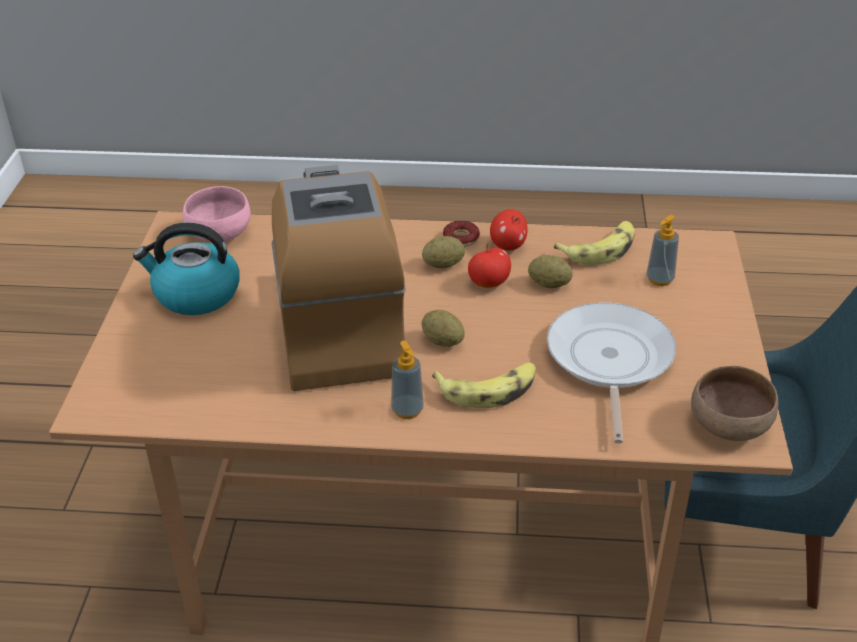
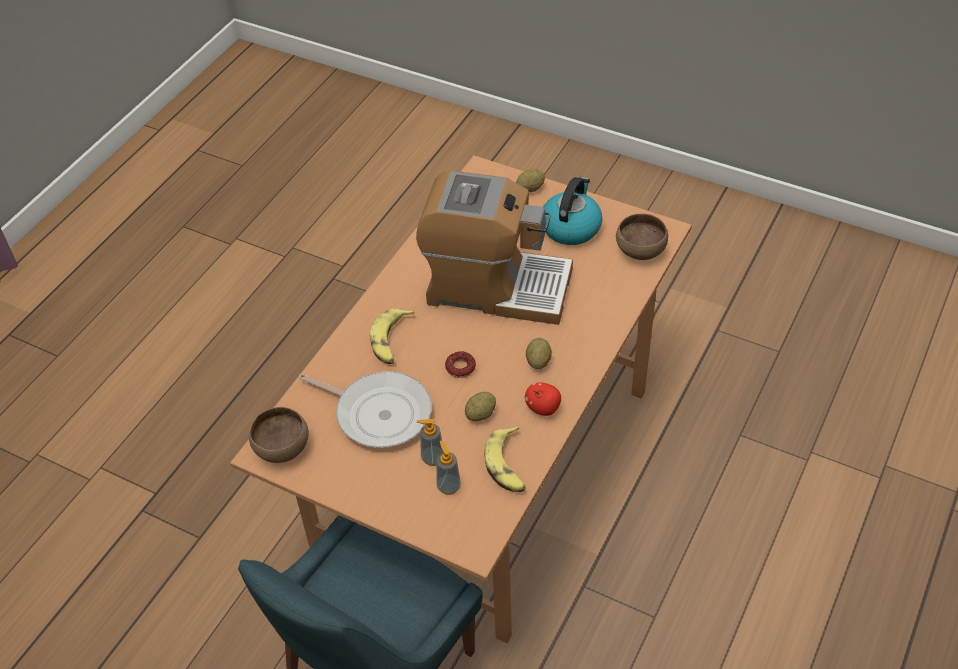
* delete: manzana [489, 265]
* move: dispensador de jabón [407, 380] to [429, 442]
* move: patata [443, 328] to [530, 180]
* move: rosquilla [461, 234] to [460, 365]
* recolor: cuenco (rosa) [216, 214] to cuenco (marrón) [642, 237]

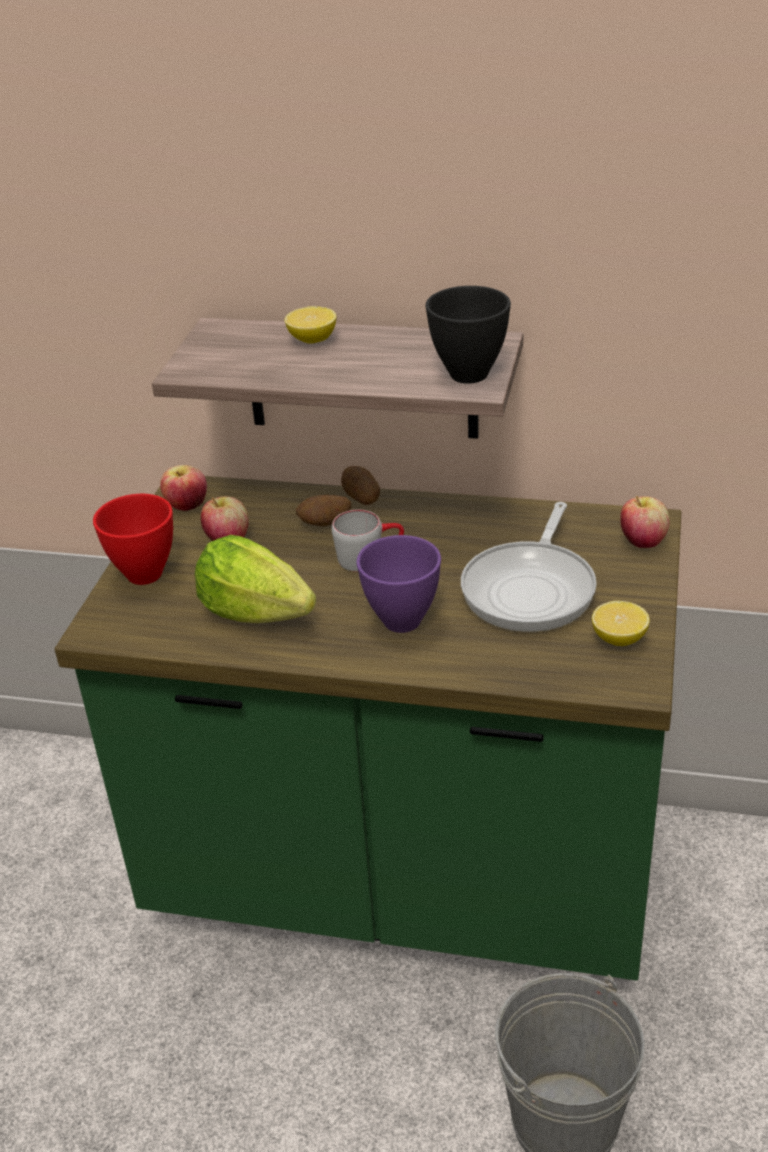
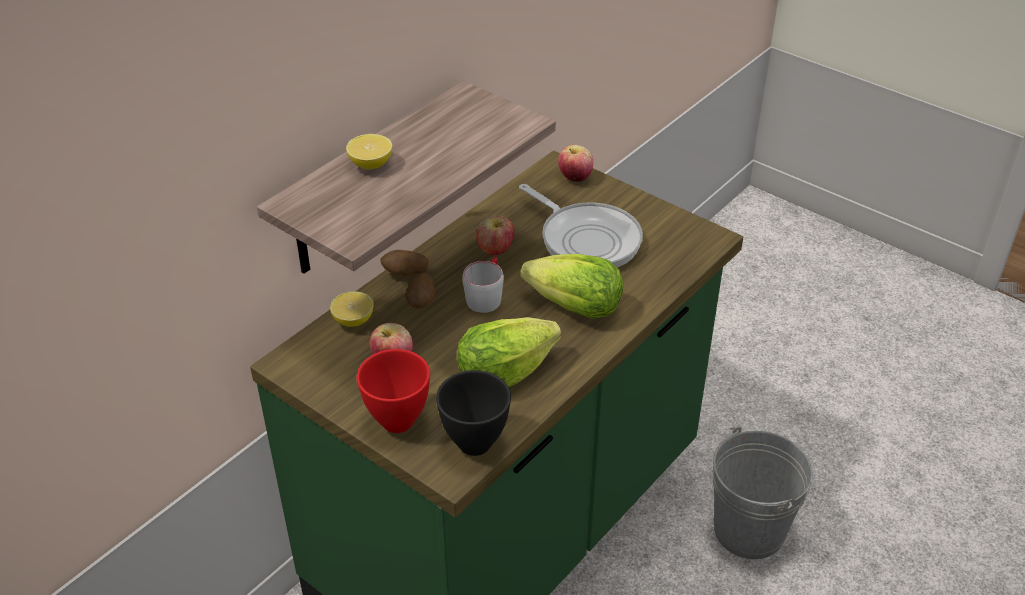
* move: manzana [183, 488] to [495, 235]
* move: cuenco (negro) [468, 335] to [473, 413]
* move: limón [621, 623] to [352, 309]
* replace: cuenco (morado) [399, 584] to lechuga [571, 286]

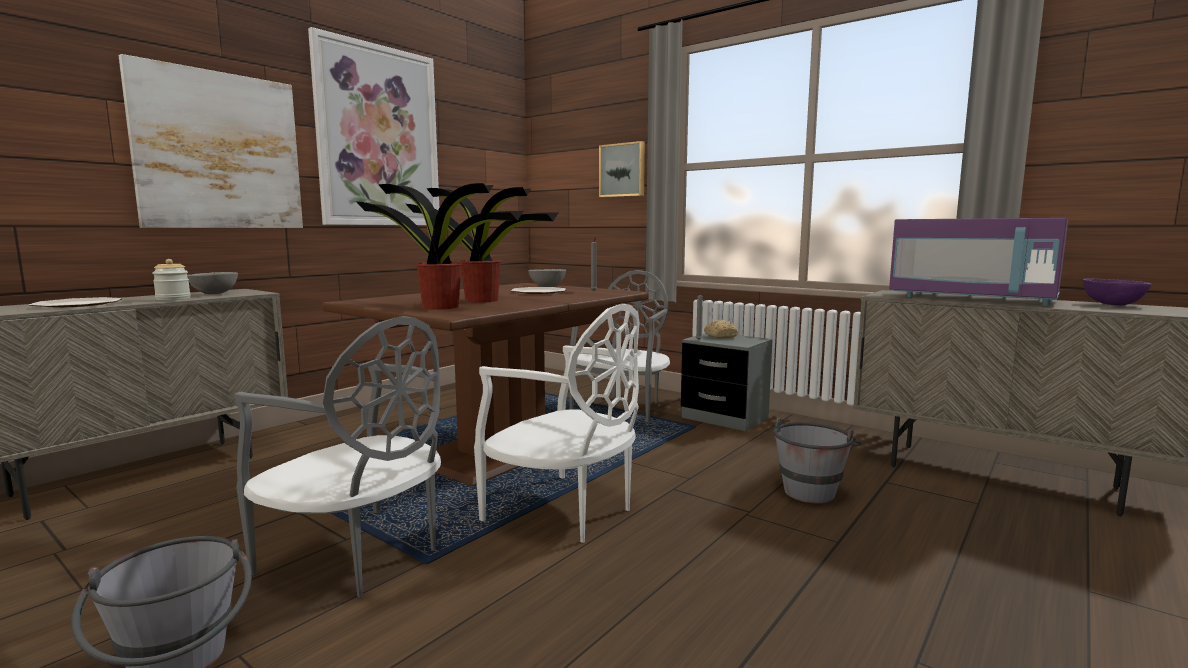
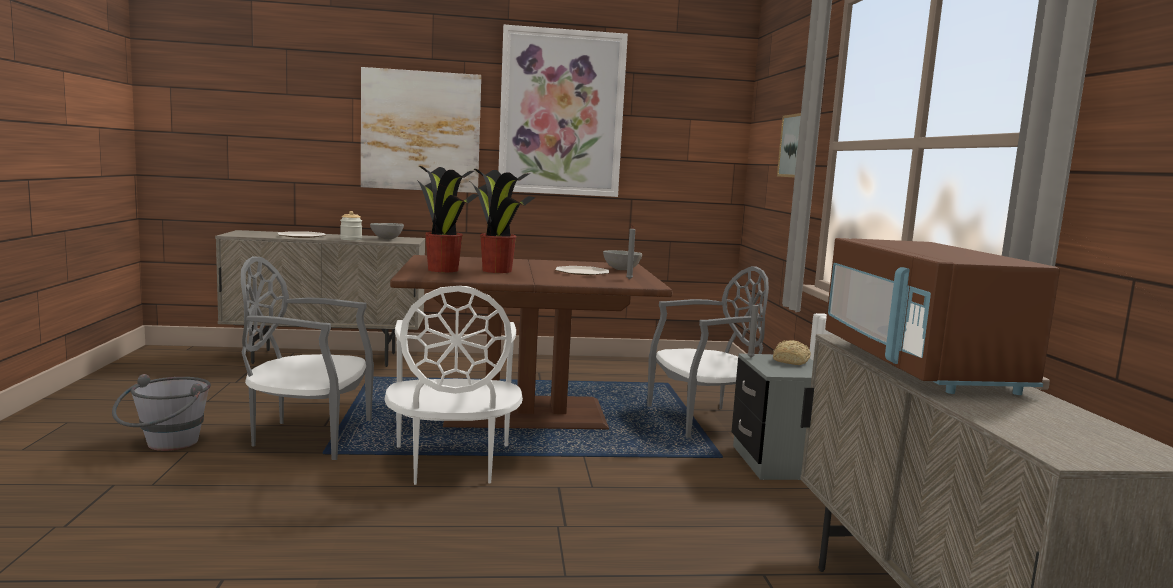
* delete: cubo (gris) [818, 461]
* delete: cuenco (morado) [1117, 292]
* recolor: microondas (morado) [978, 262] to microondas (marrón) [942, 316]
* rotate: silla (gris) [337, 457] = [307, 358] 105 degrees clockwise

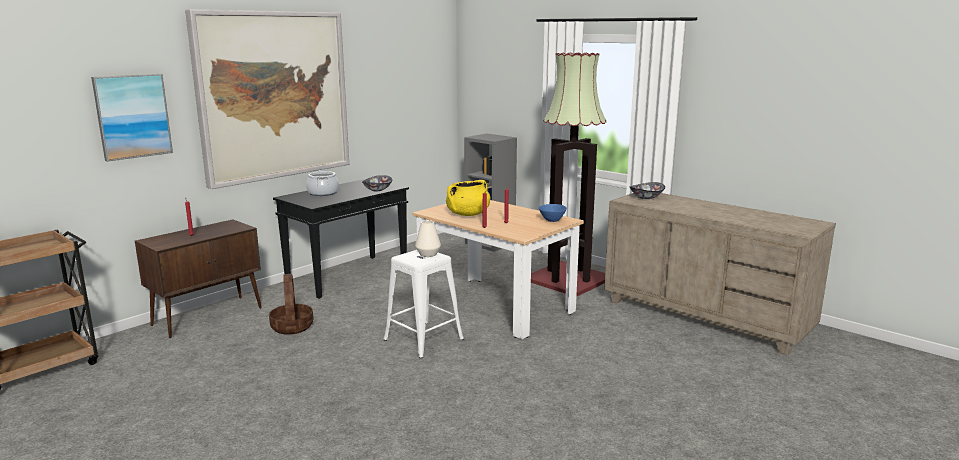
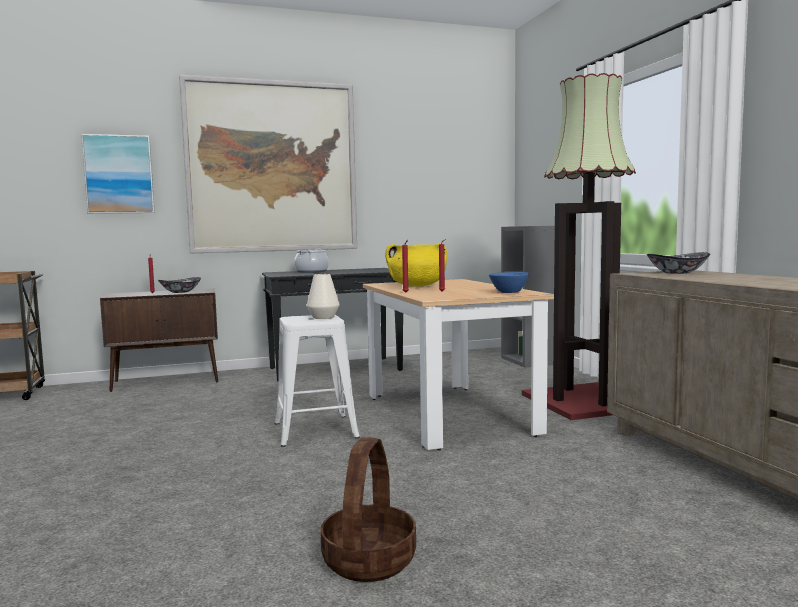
* move: cesta [291, 304] to [368, 509]
* move: cuenco [377, 183] to [179, 285]

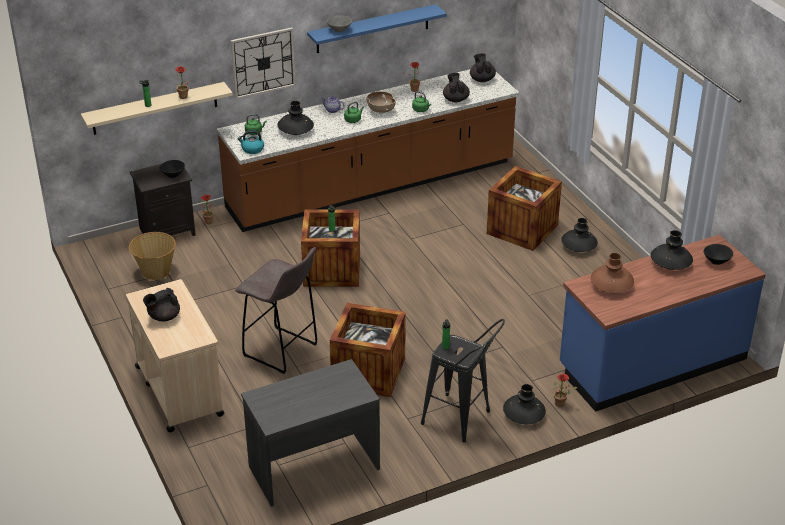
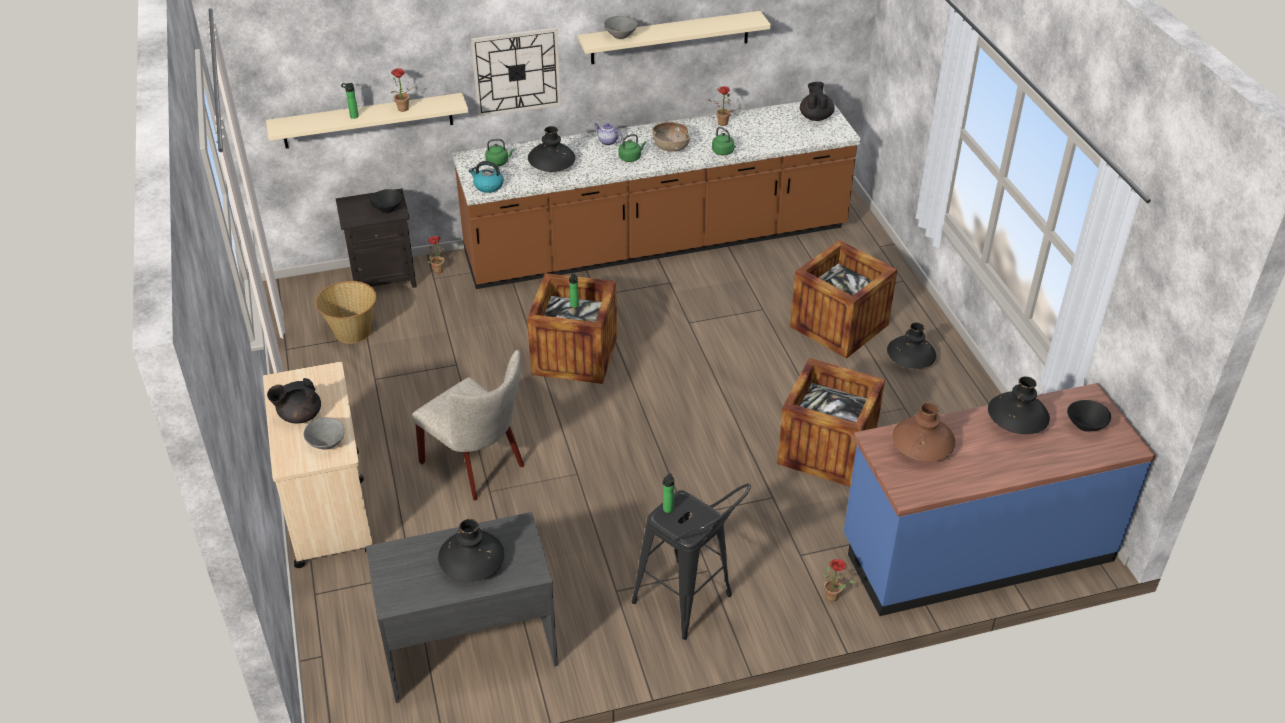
* delete: tetera (negro) [456, 87]
* insert: cuenco (gris) [324, 433]
* move: caja de embalaje [368, 350] to [831, 422]
* move: florero (negro) [524, 404] to [471, 550]
* replace: taburete (gris) [276, 310] to silla (beis) [468, 425]
* recolor: estante (azul) [377, 28] to estante (beis) [674, 37]

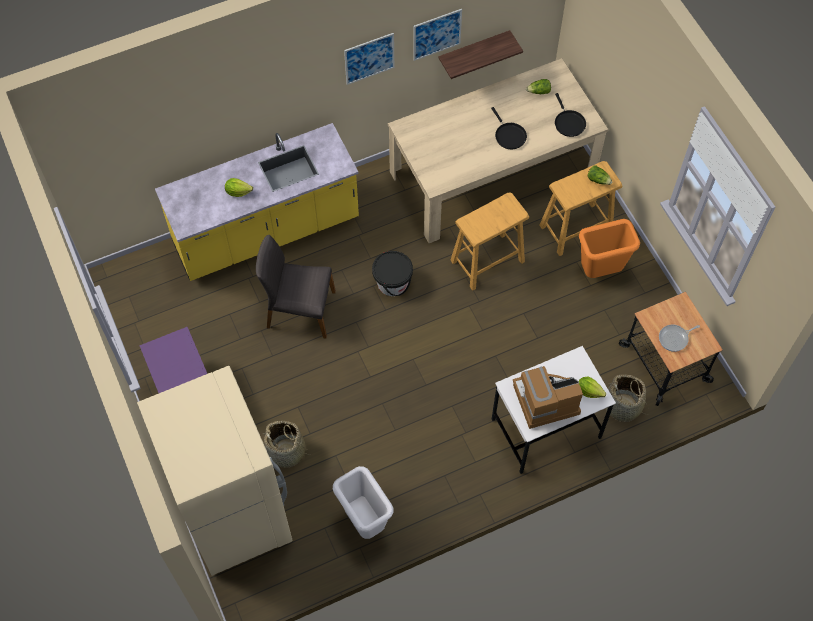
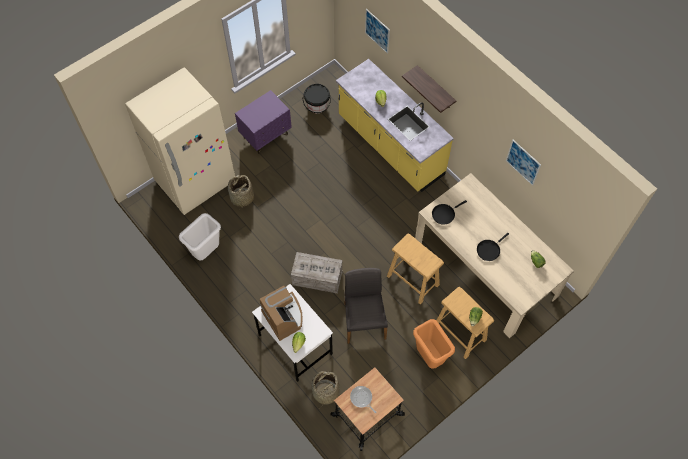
* insert: caja de embalaje [317, 273]
* move: silla (gris) [296, 287] to [366, 306]
* move: cuadro [369, 59] to [377, 31]
* move: cubo (negro) [392, 273] to [317, 98]
* move: estante [480, 54] to [429, 89]
* move: sartén (negro) [570, 115] to [449, 212]

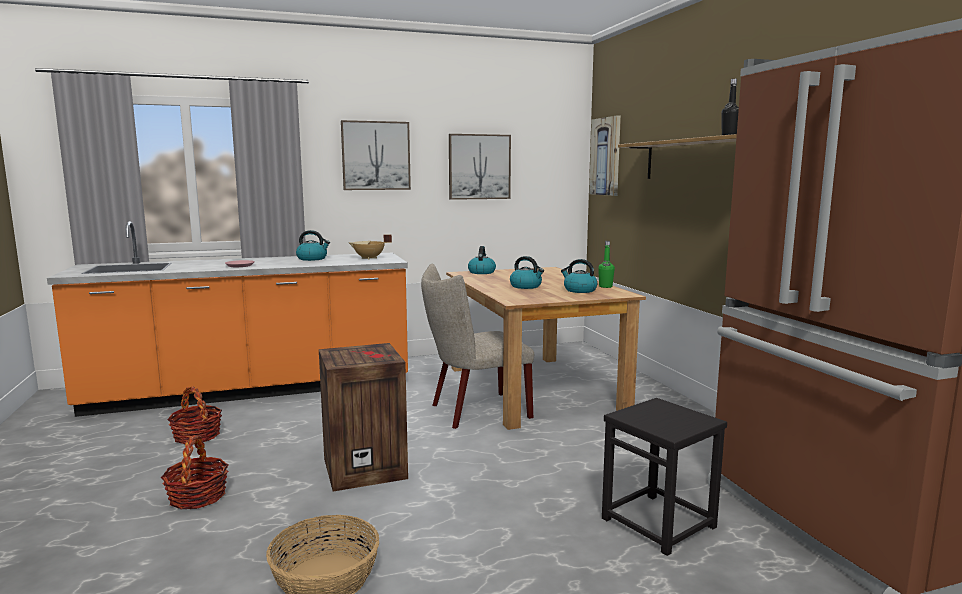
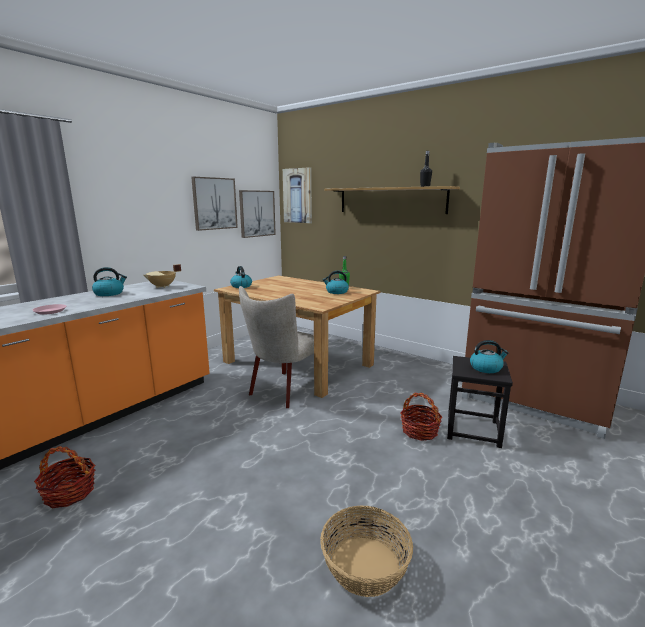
* delete: caja de embalaje [363, 417]
* move: cesta [194, 472] to [421, 417]
* move: cuadro [376, 155] to [257, 214]
* move: hervidor [527, 272] to [489, 356]

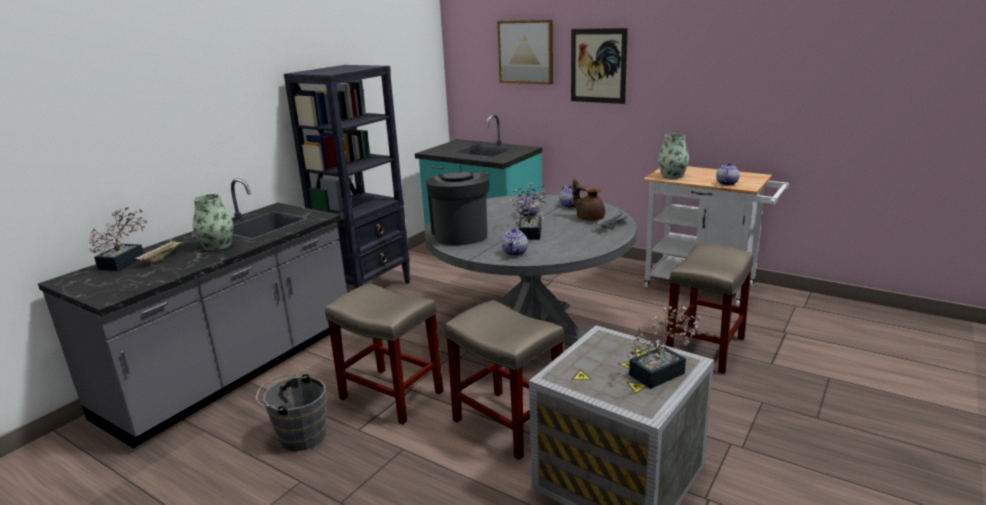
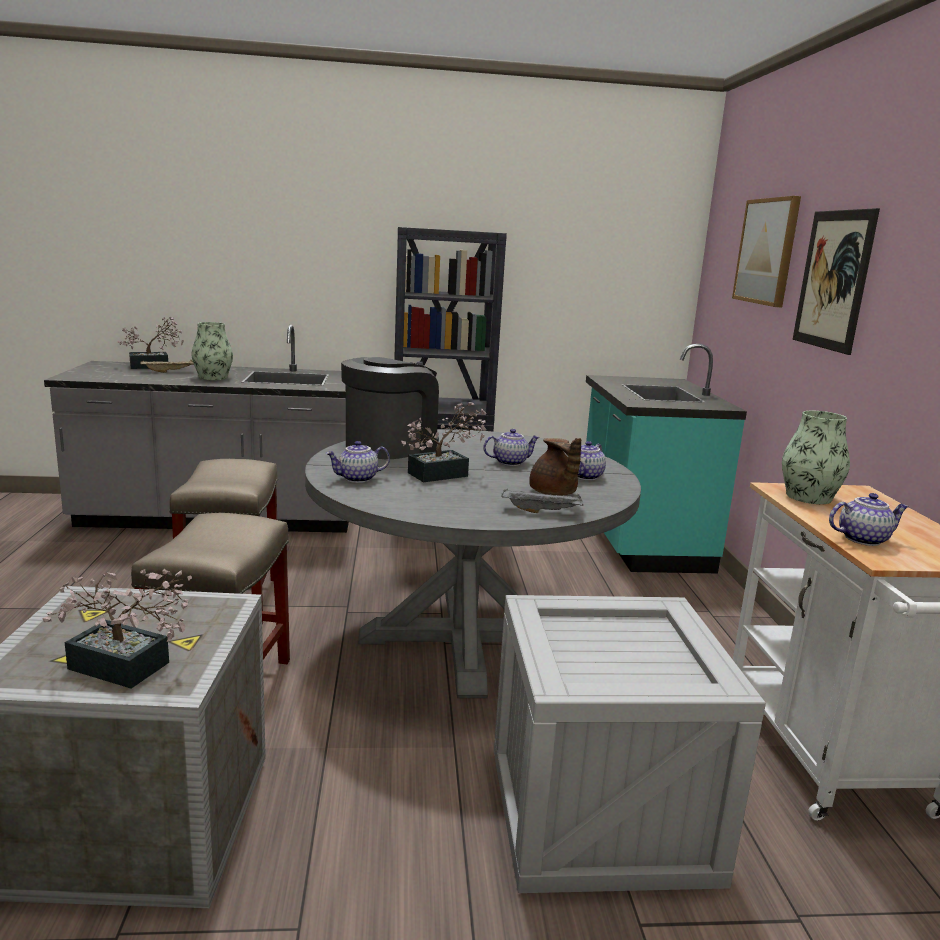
* delete: cubo (gris) [291, 412]
* replace: taburete (beis) [710, 308] to caja de embalaje [630, 744]
* rotate: tetera (marrón) [588, 200] = [555, 467] 150 degrees clockwise

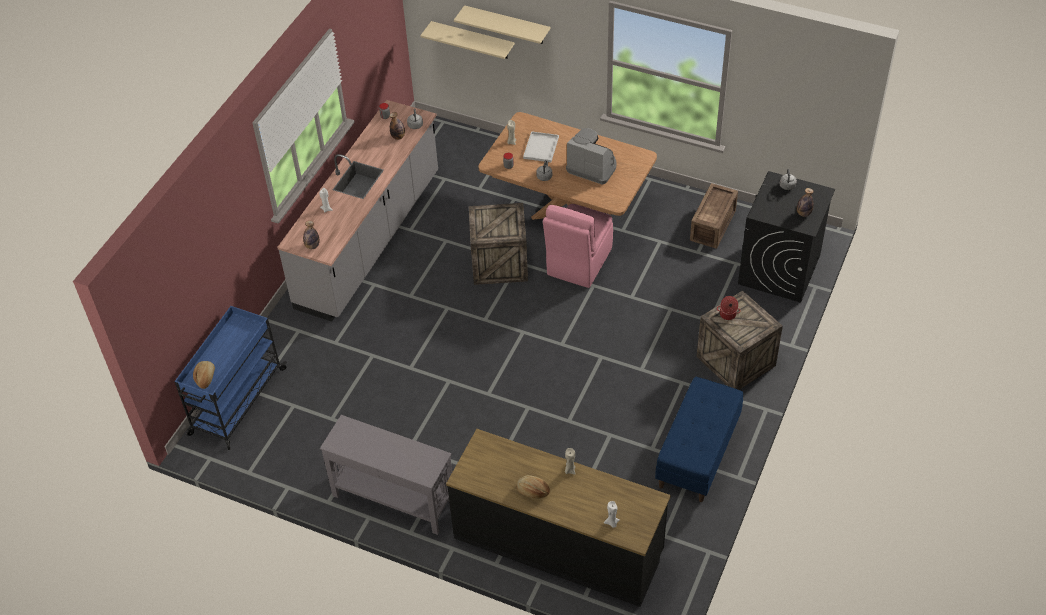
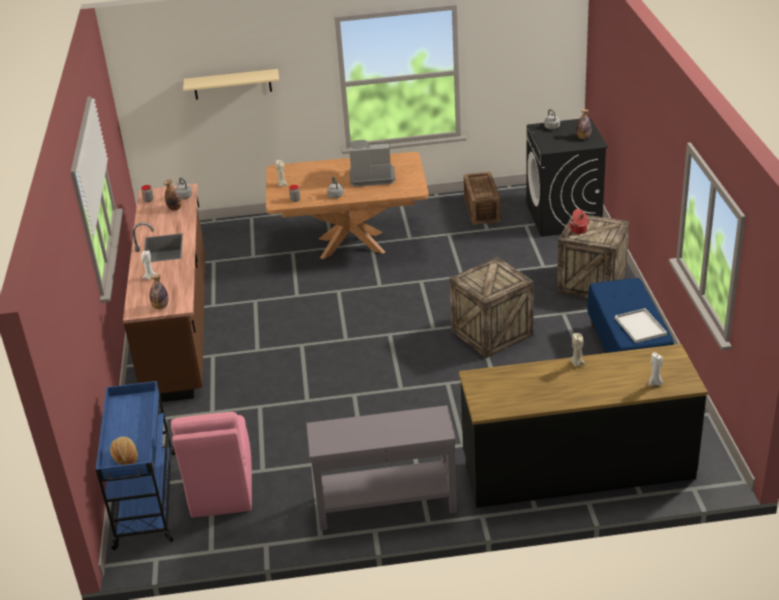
* delete: estante (beis) [467, 40]
* delete: pan [533, 487]
* move: caja de embalaje [498, 244] to [491, 307]
* move: bandeja (blanco) [541, 146] to [641, 325]
* move: silla (rosa) [578, 246] to [211, 465]
* recolor: mueble bajo de cocina (gris) [357, 211] to mueble bajo de cocina (marrón) [164, 293]

